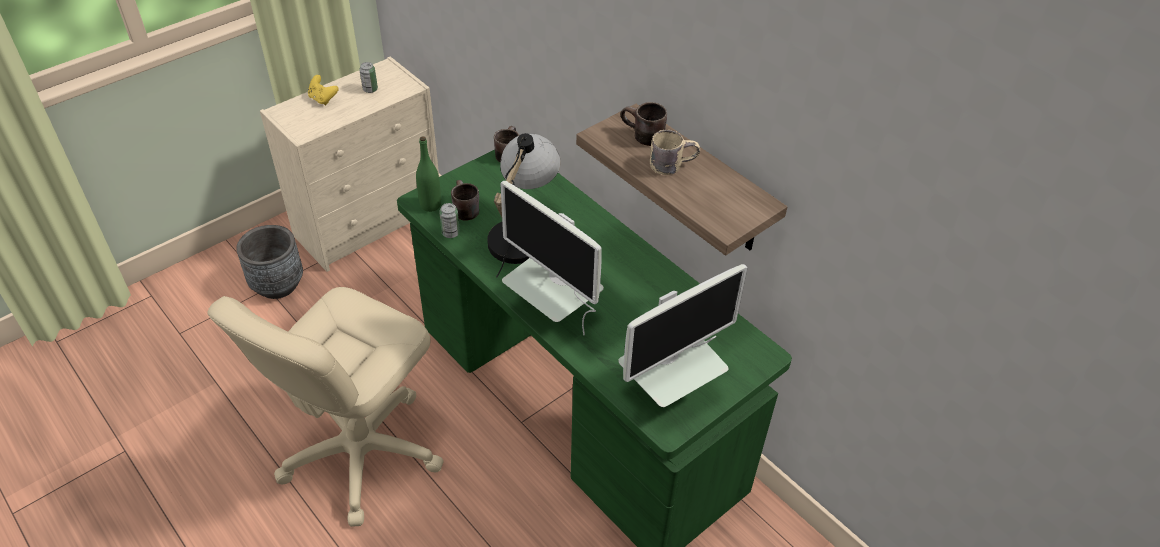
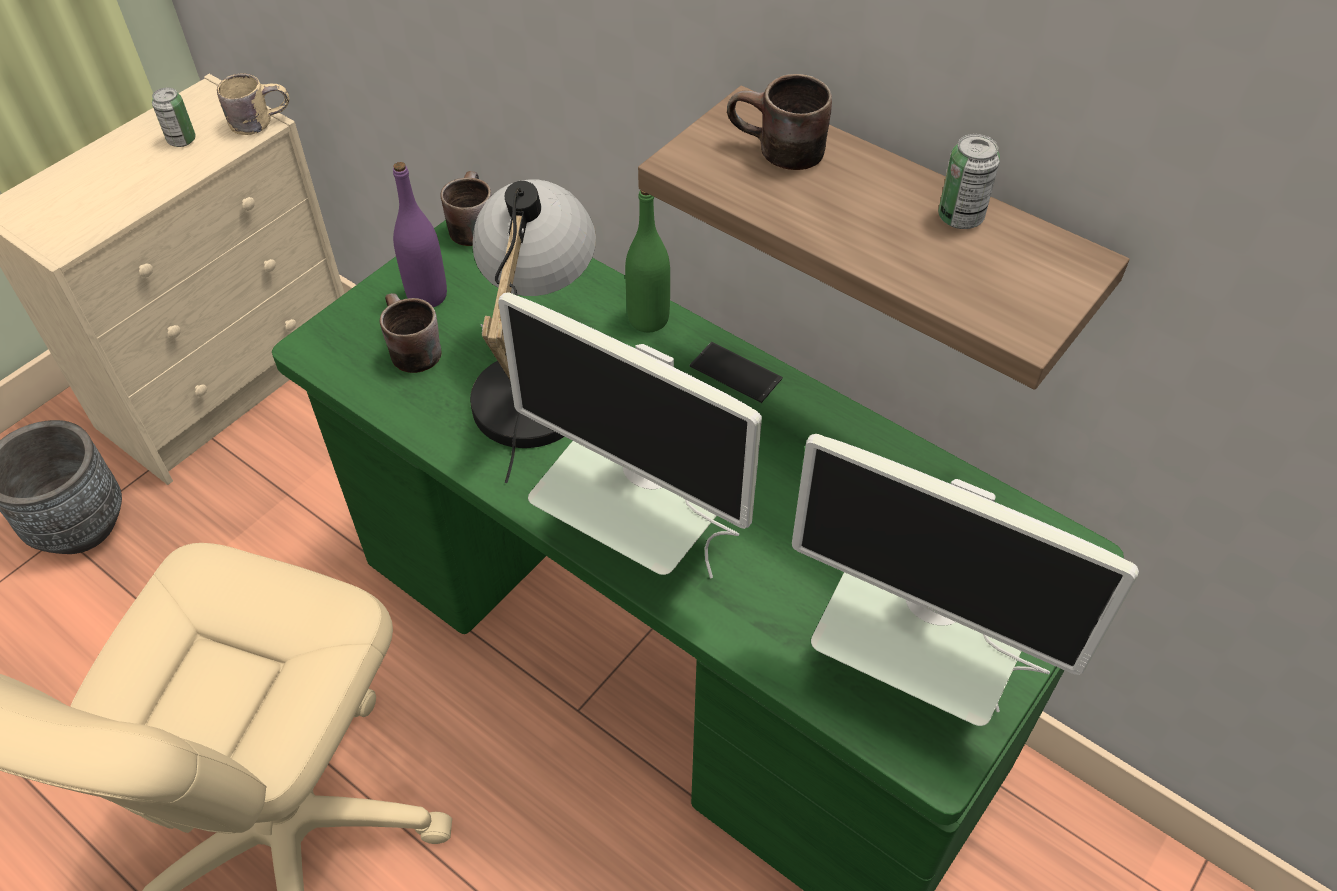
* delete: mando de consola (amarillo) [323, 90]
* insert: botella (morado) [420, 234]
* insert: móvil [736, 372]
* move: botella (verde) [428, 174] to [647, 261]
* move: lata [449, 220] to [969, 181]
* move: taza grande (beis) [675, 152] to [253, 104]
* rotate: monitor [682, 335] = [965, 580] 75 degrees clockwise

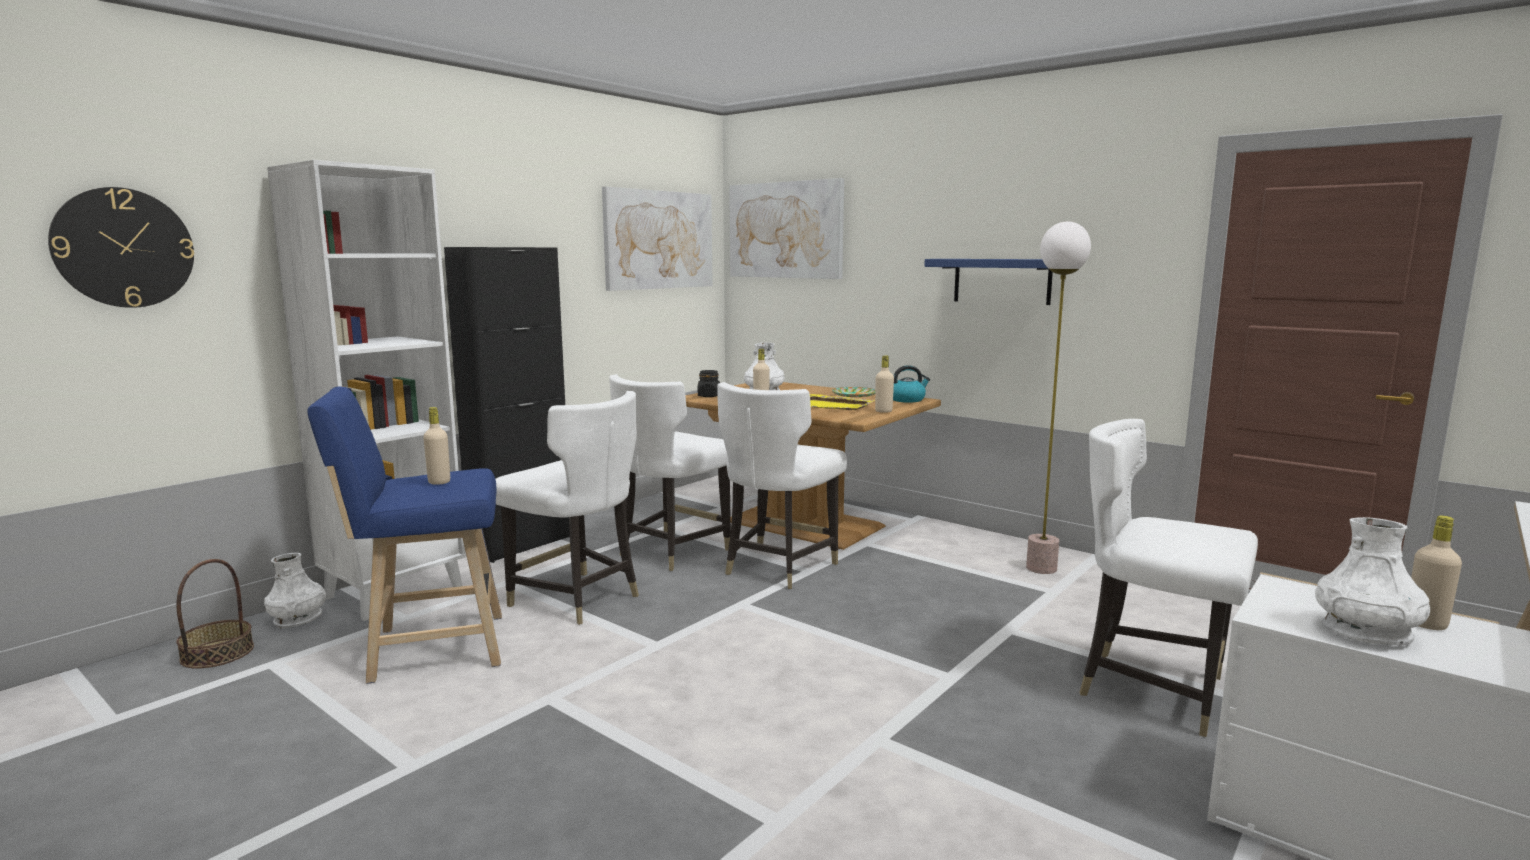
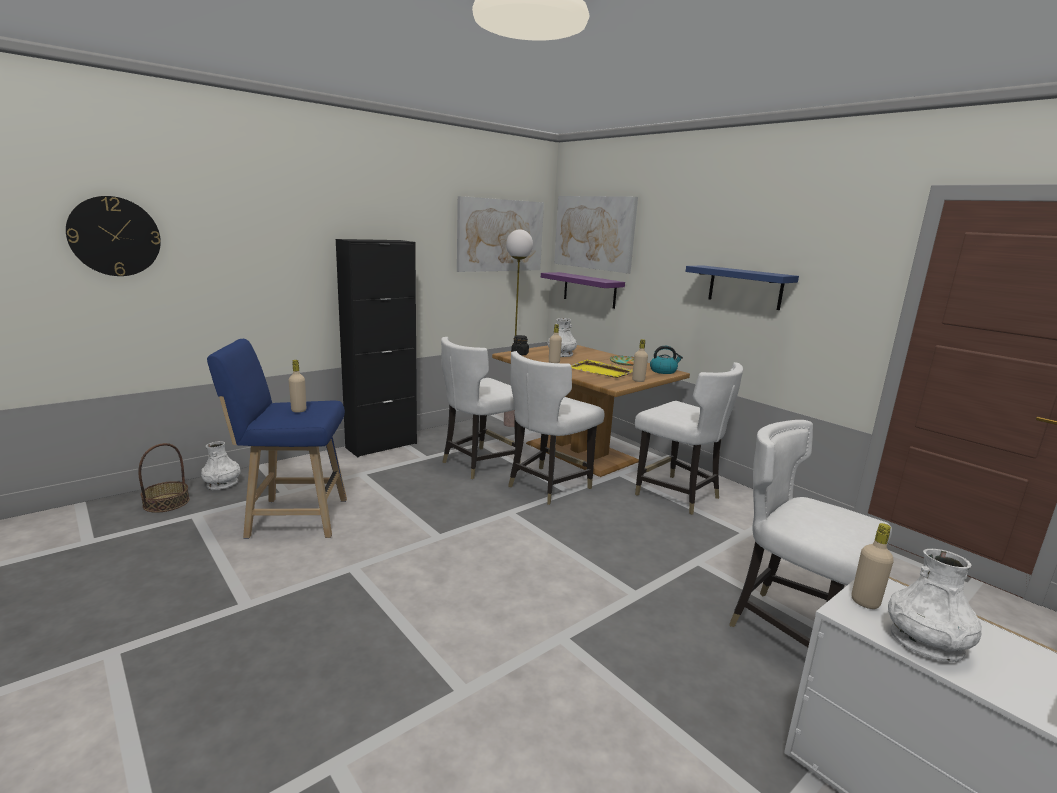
* delete: estantería (blanco) [366, 390]
* insert: estante (morado) [583, 290]
* move: silla (blanco) [567, 508] to [689, 438]
* move: lámpara de pie [1058, 397] to [518, 328]
* move: botella (beis) [1436, 573] to [873, 566]

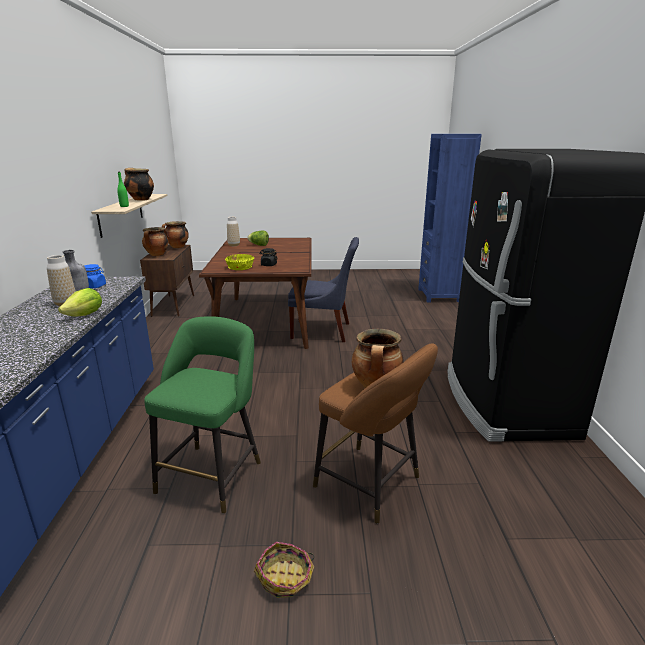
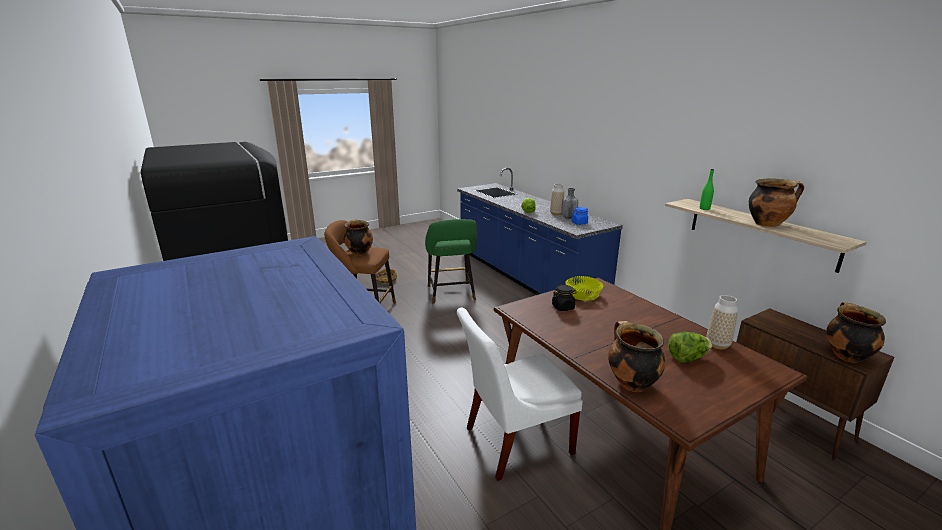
* move: olla [155, 241] to [636, 356]
* recolor: silla (azul) [323, 289] to silla (blanco) [520, 394]

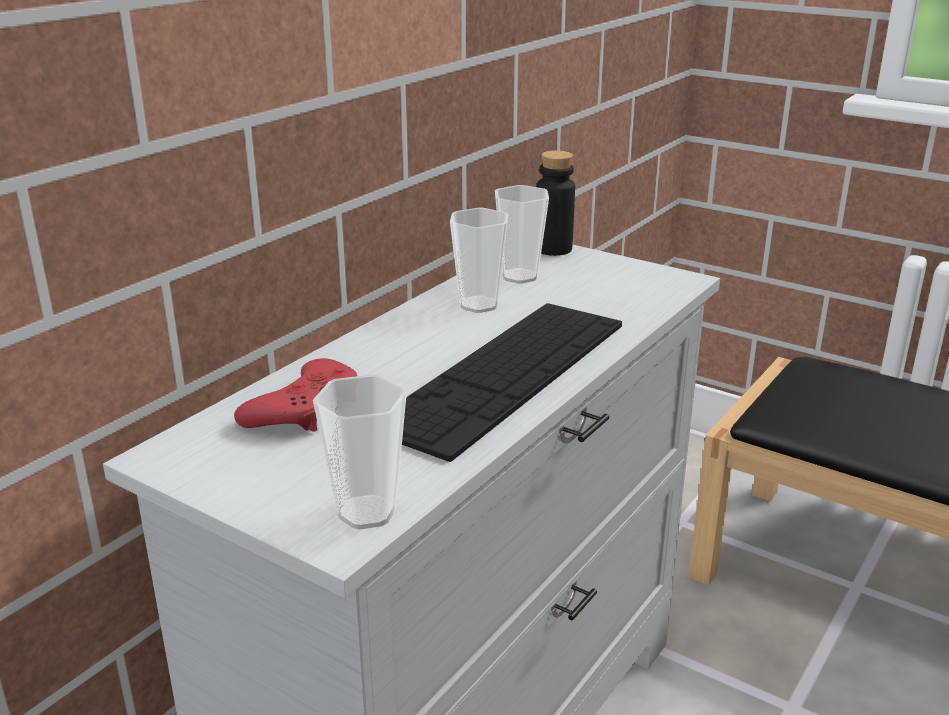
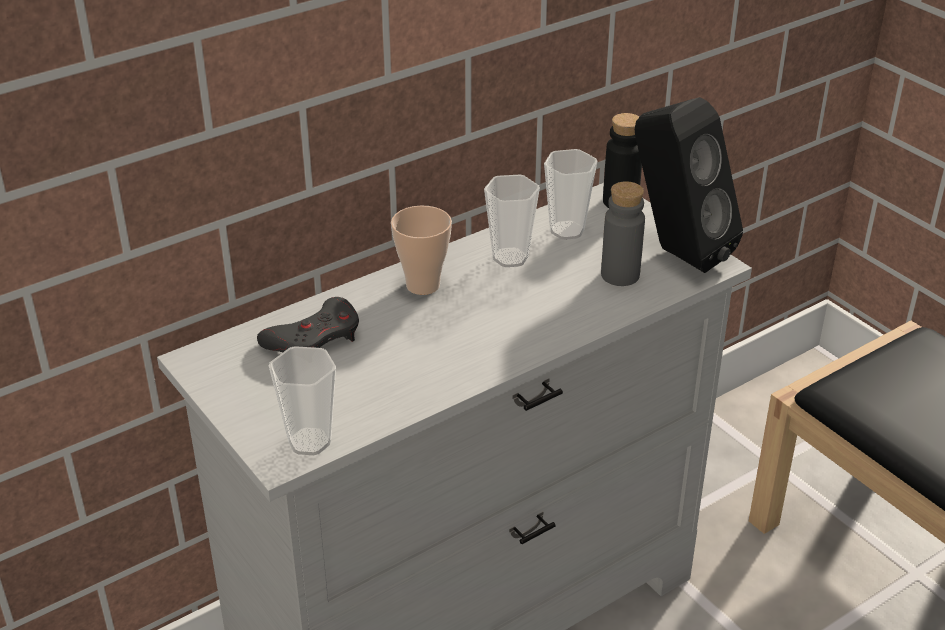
* delete: teclado [512, 382]
* insert: taza [421, 250]
* insert: botella (gris) [623, 233]
* insert: altavoz (negro) [689, 185]
* recolor: mando de consola (rojo) [295, 395] to mando de consola (gris) [308, 324]

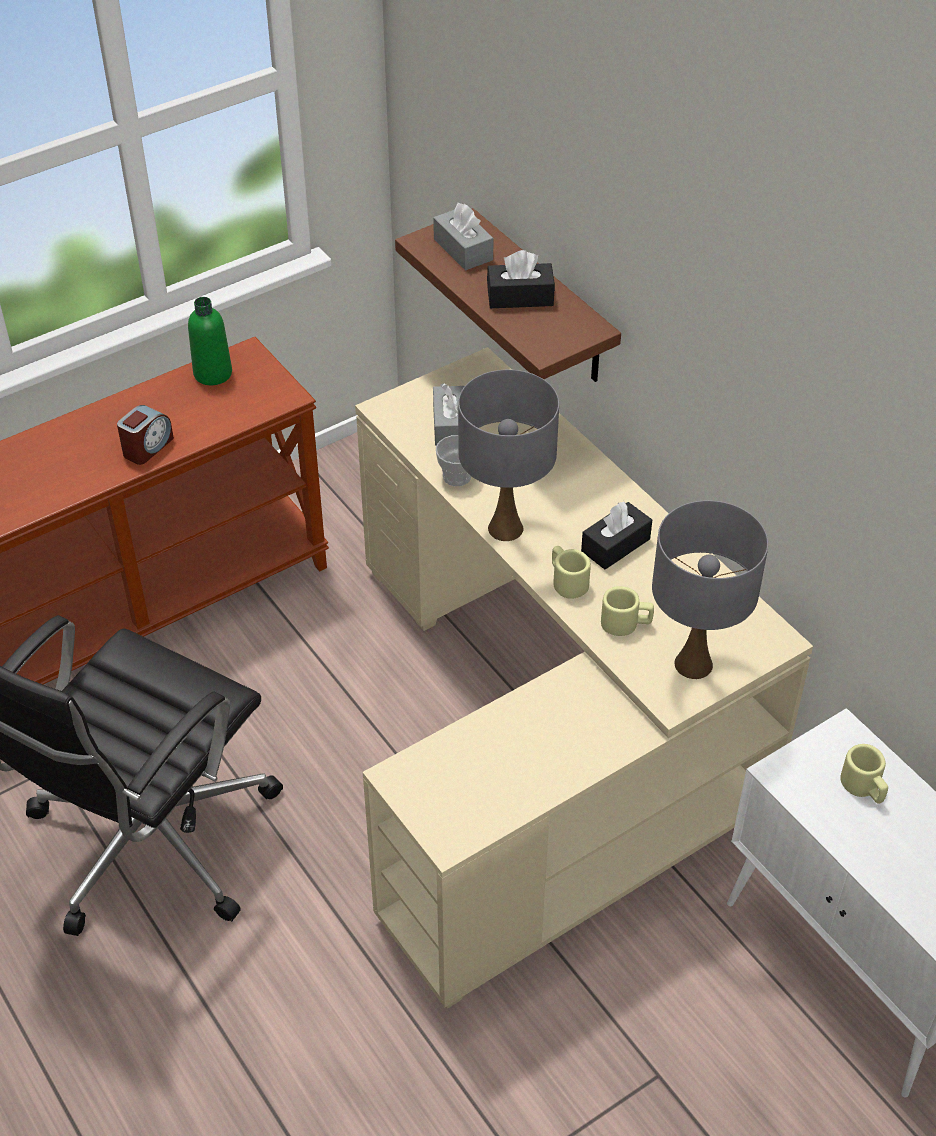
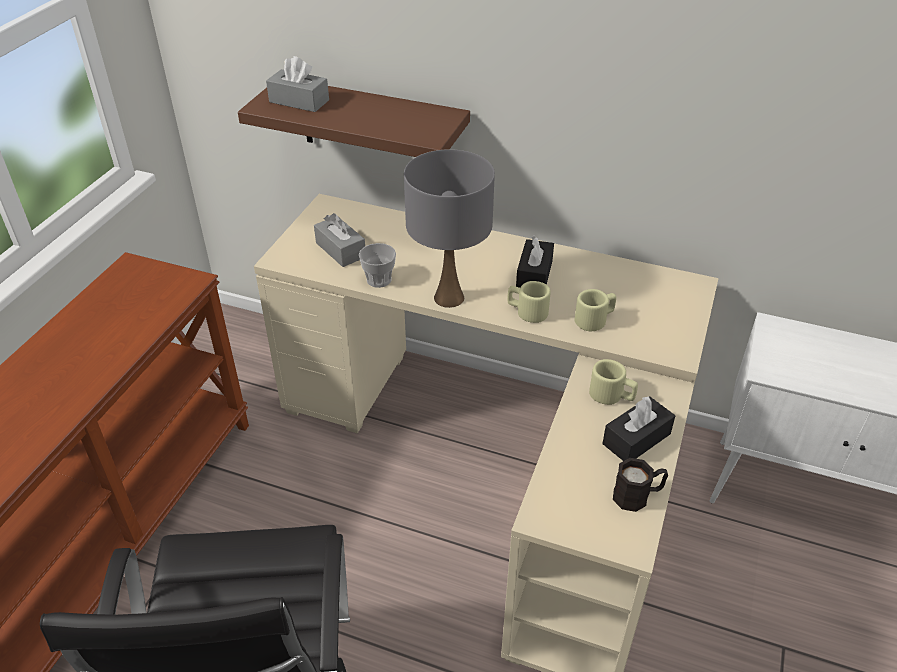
* delete: despertador [145, 435]
* delete: botella (verde) [210, 341]
* delete: lámpara de mesa (gris) [710, 589]
* insert: taza grande (negro) [640, 485]
* move: caja de pañuelos (negro) [521, 279] to [639, 428]
* move: taza grande (beis) [864, 773] to [613, 382]

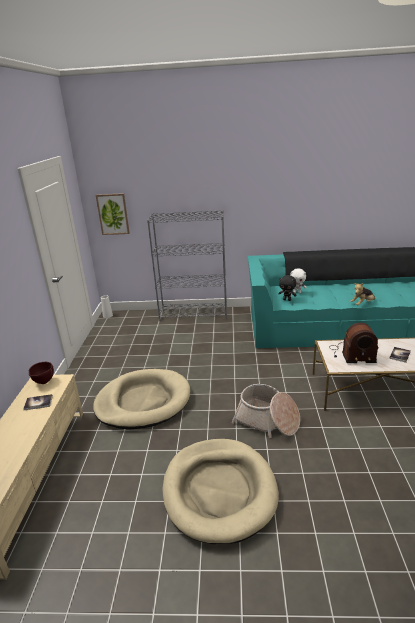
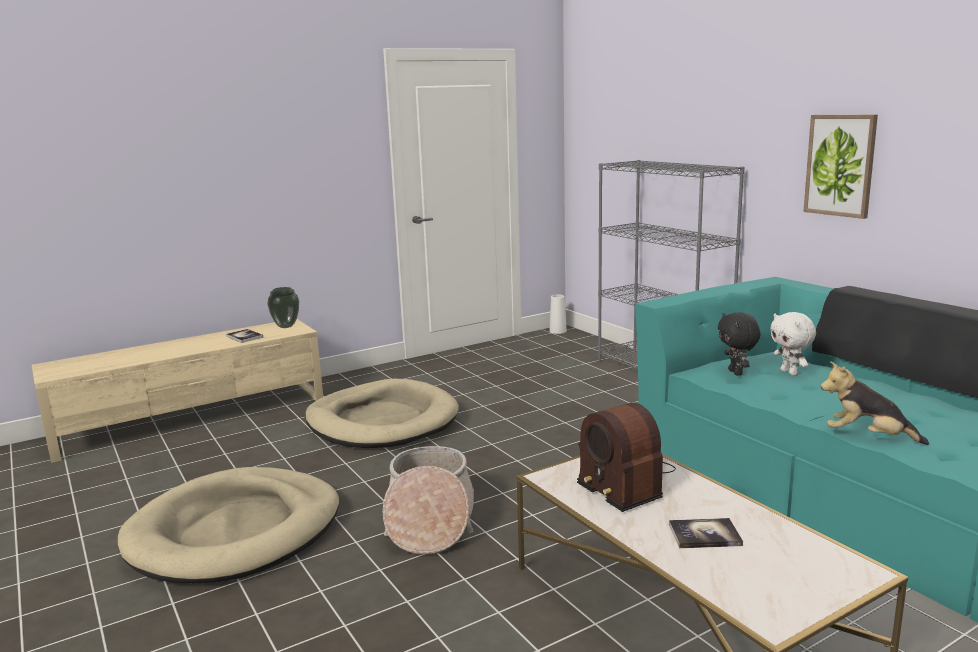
* move: cuadro [113, 214] to [840, 167]
* replace: cuenco (marrón) [41, 373] to florero [283, 307]

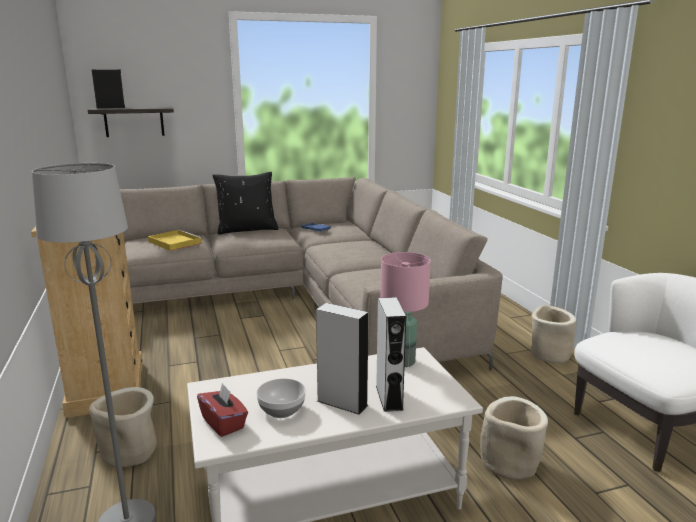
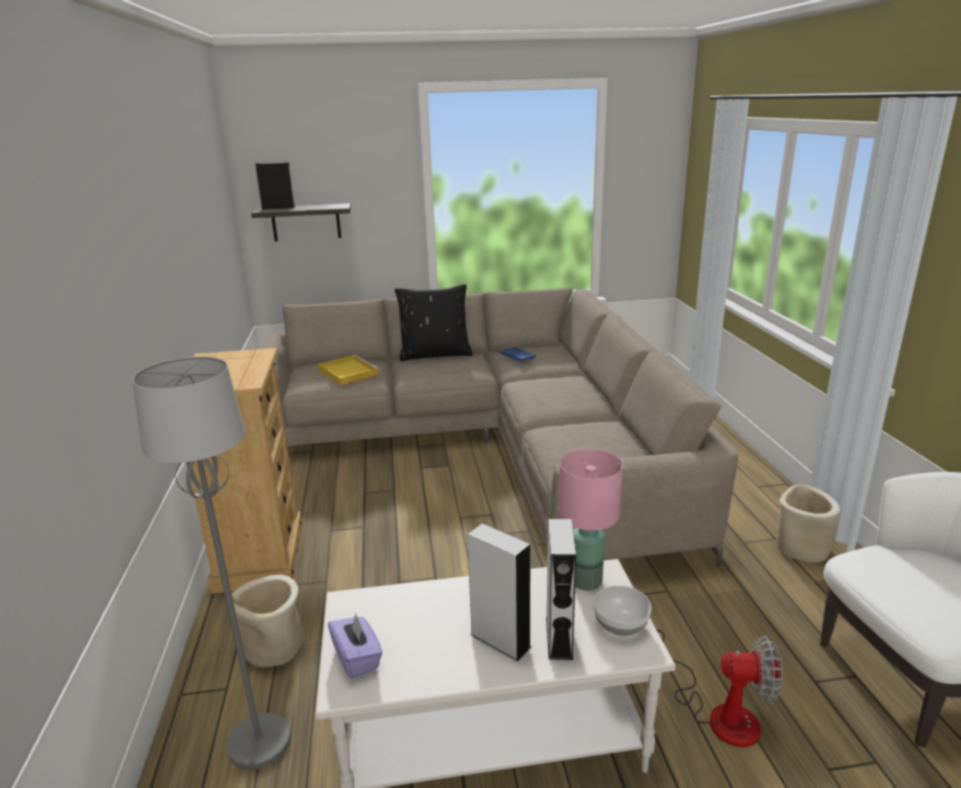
* move: cuenco [281, 398] to [622, 610]
* replace: maceta (beis) [514, 438] to ventilador [719, 683]
* recolor: caja de pañuelos (rojo) [222, 410] to caja de pañuelos (morado) [355, 646]

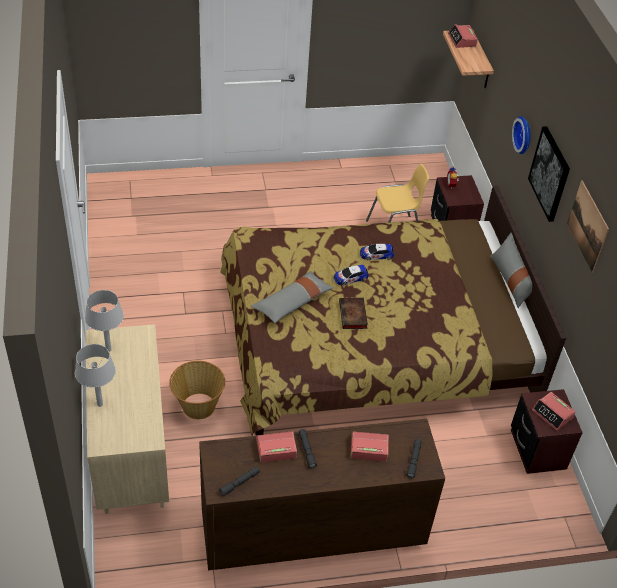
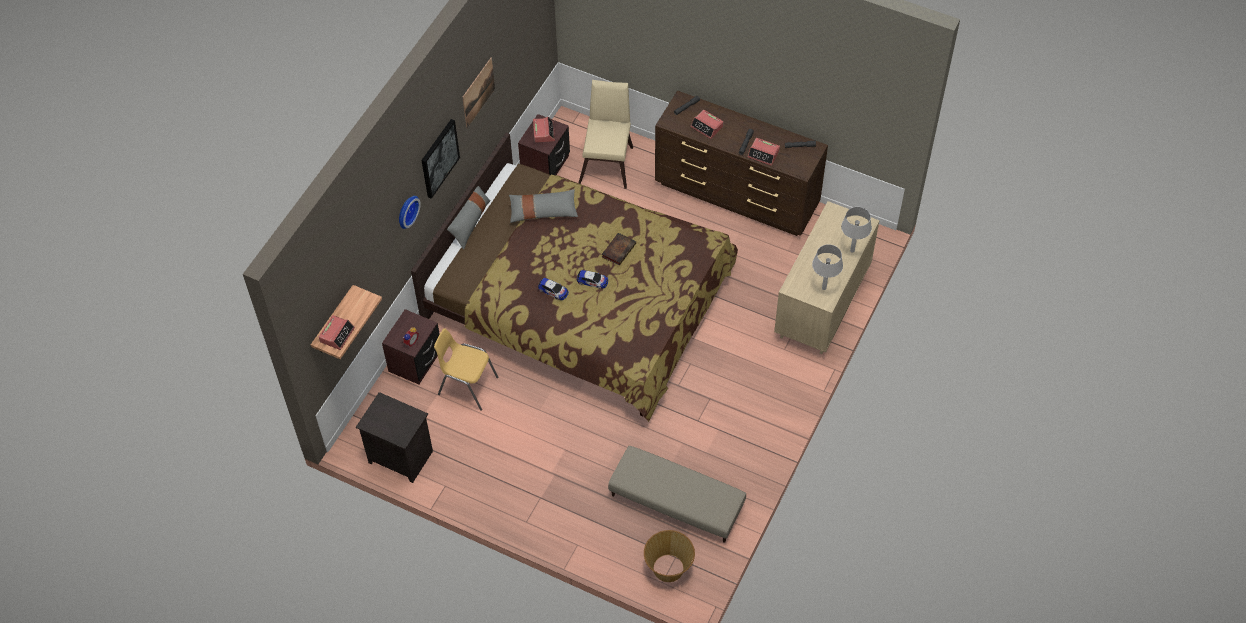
* insert: mesita de noche (negro) [394, 437]
* insert: silla (beis) [606, 134]
* insert: puf (beis) [677, 494]
* move: cesta [197, 390] to [669, 556]
* move: cojín (gris) [292, 297] to [543, 206]

